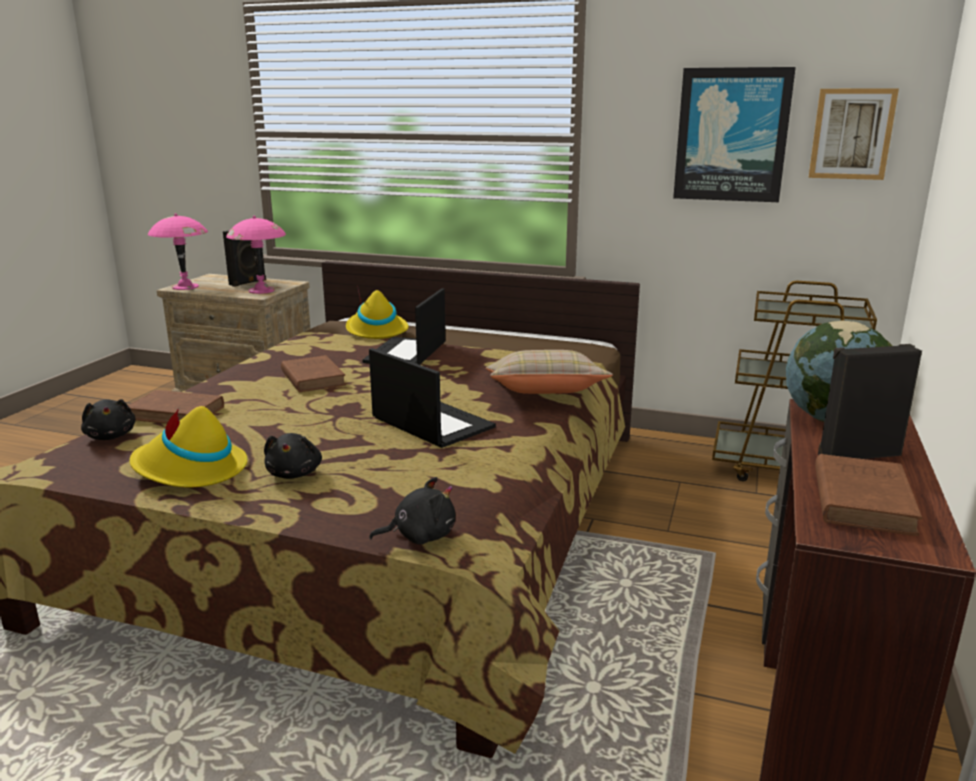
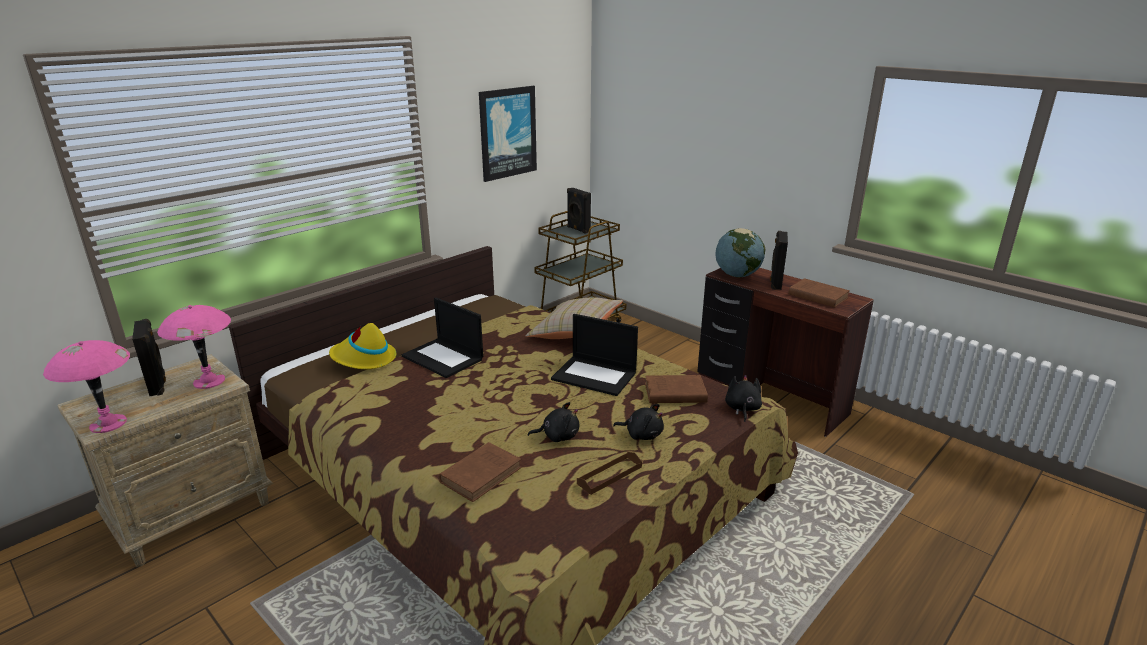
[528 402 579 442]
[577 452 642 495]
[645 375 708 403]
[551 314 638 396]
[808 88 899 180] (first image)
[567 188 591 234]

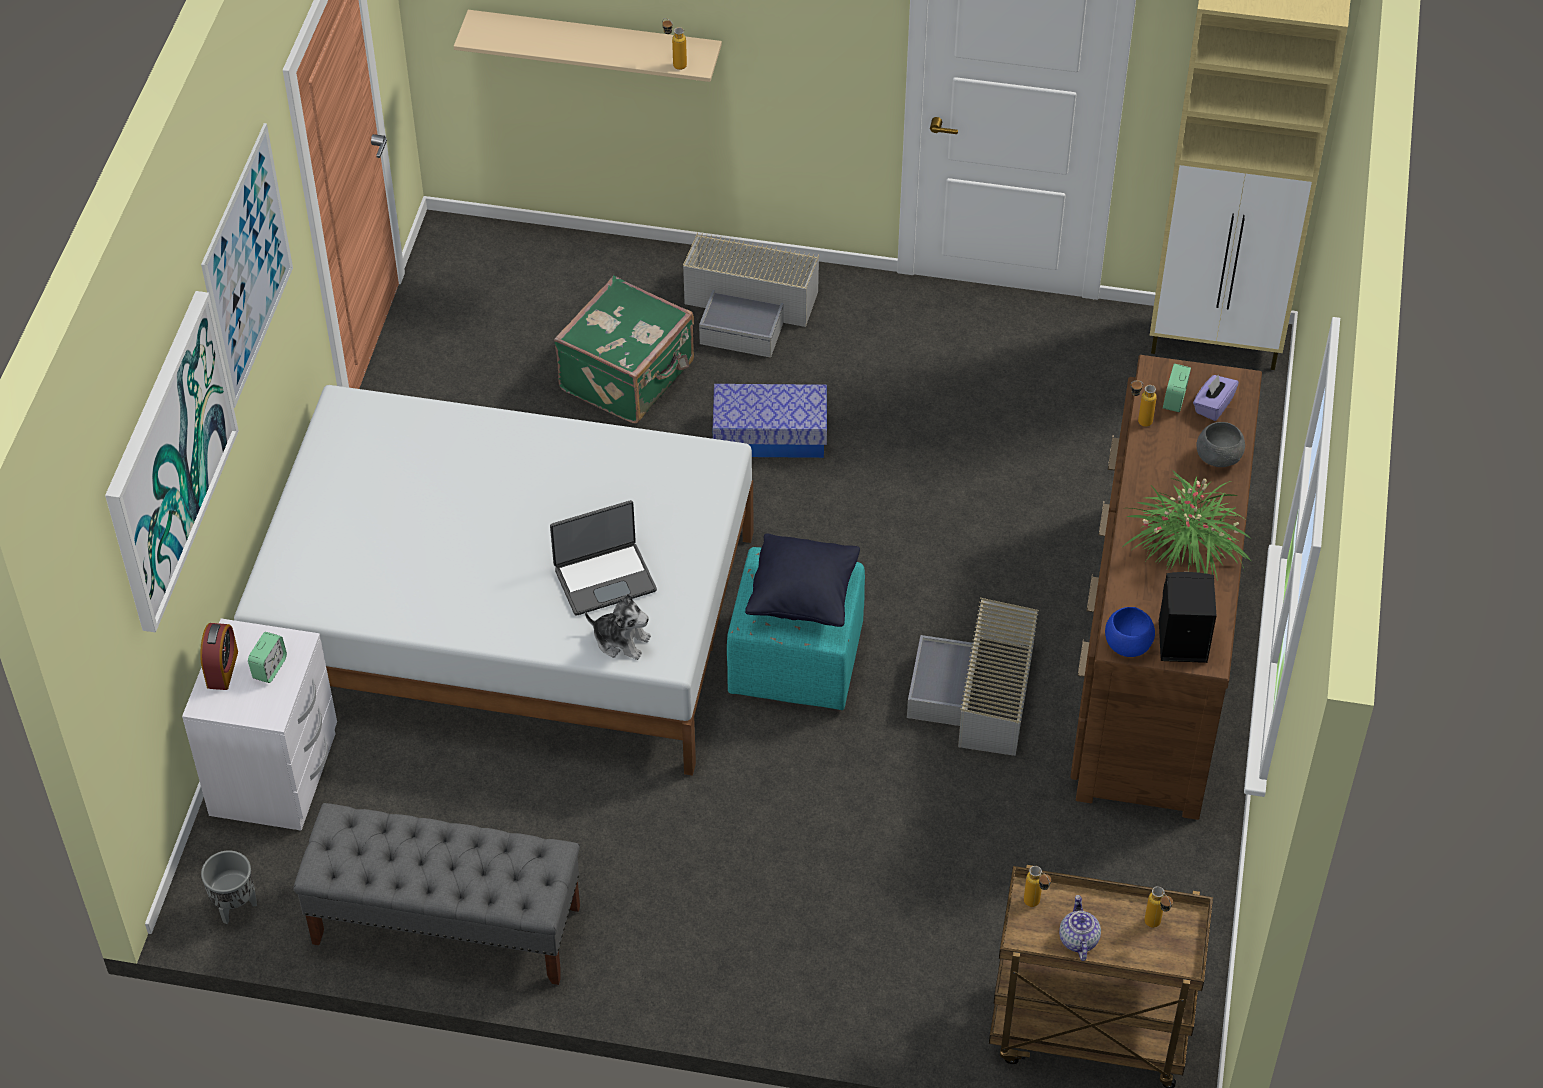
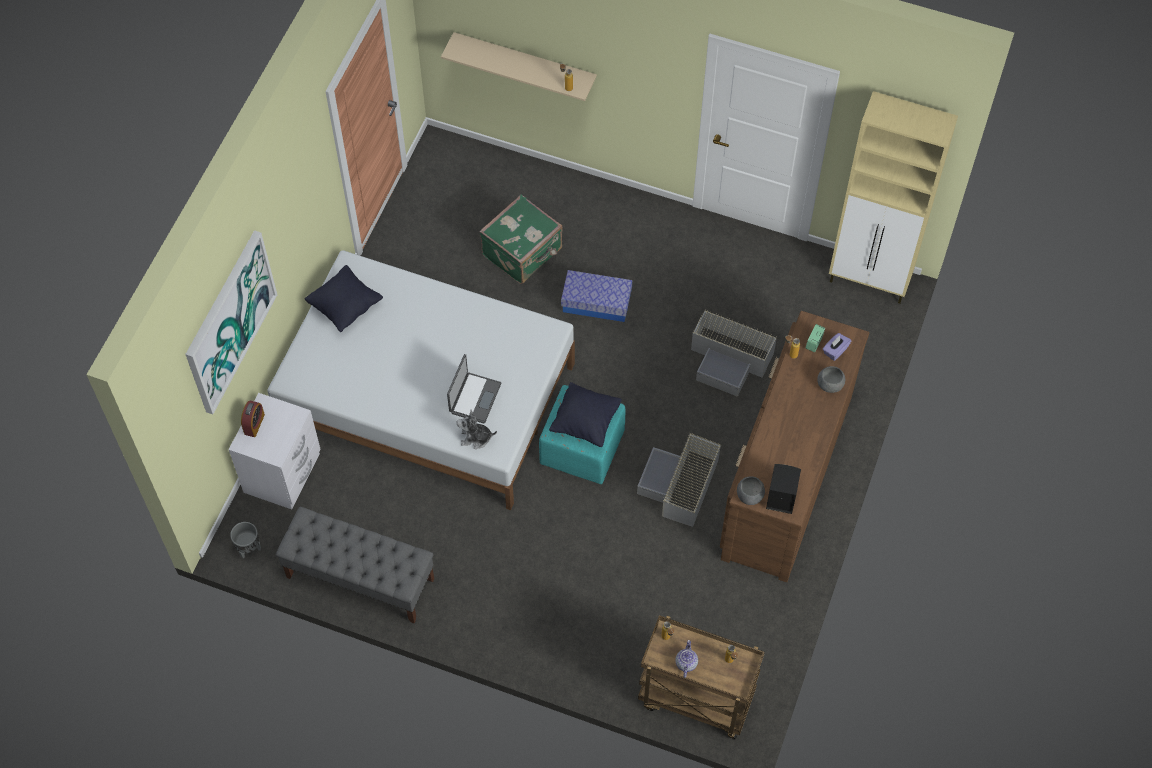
[201 123 293 408] (first image)
[248 632 287 683] (first image)
[447 354 501 423]
[457 410 497 449]
[691 310 777 397]
[737 476 765 505]
[1122 470 1252 581] (first image)
[304 265 383 332]

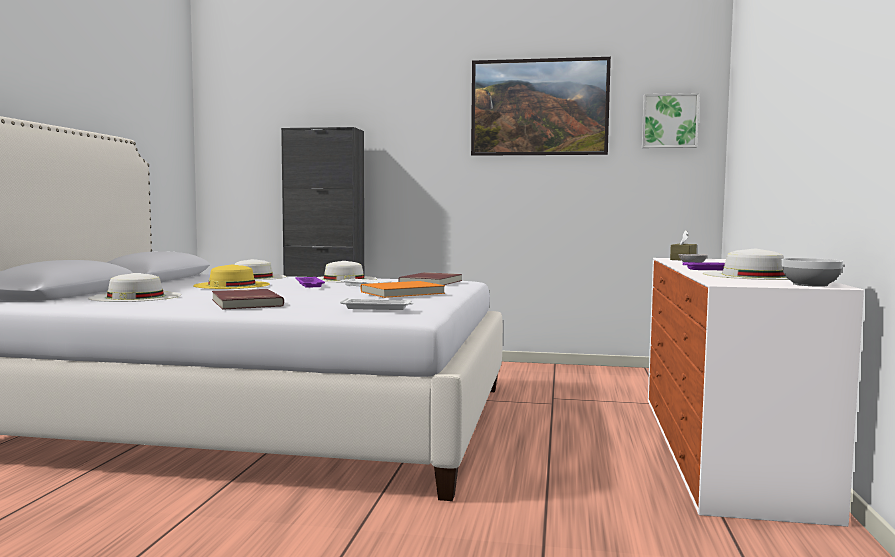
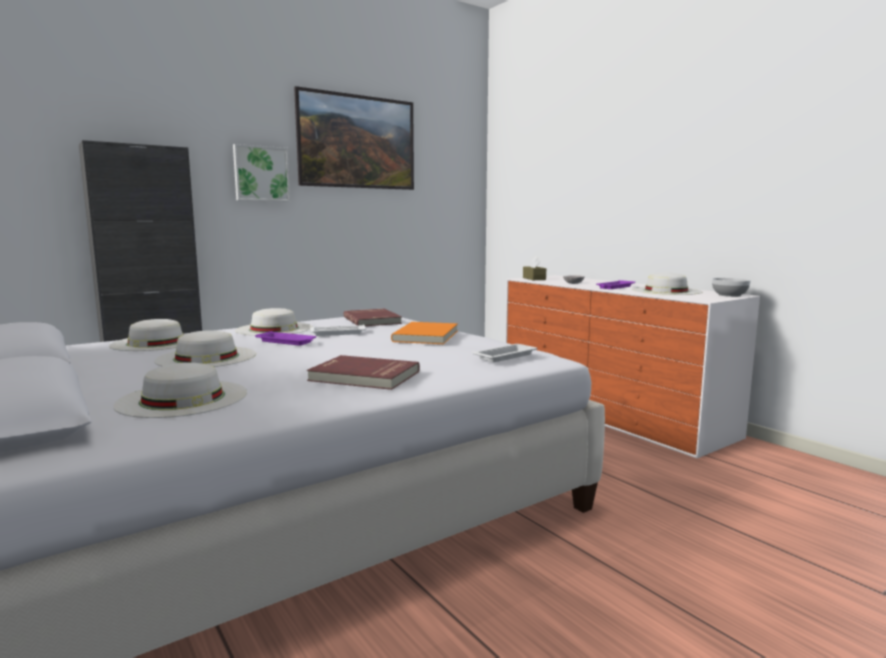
[154 330 256 367]
[233 144 290 201]

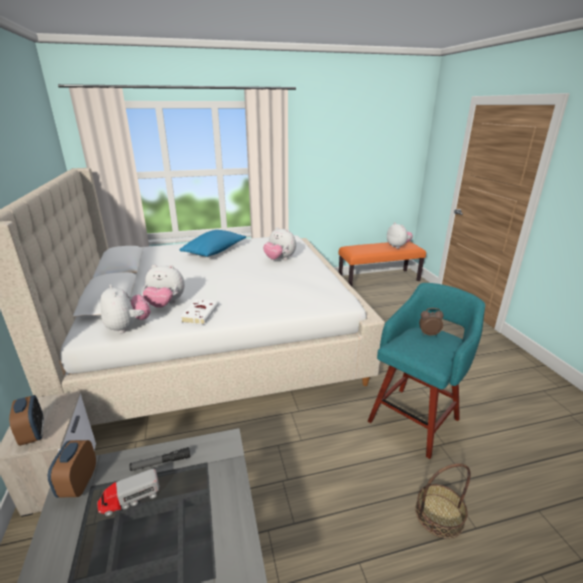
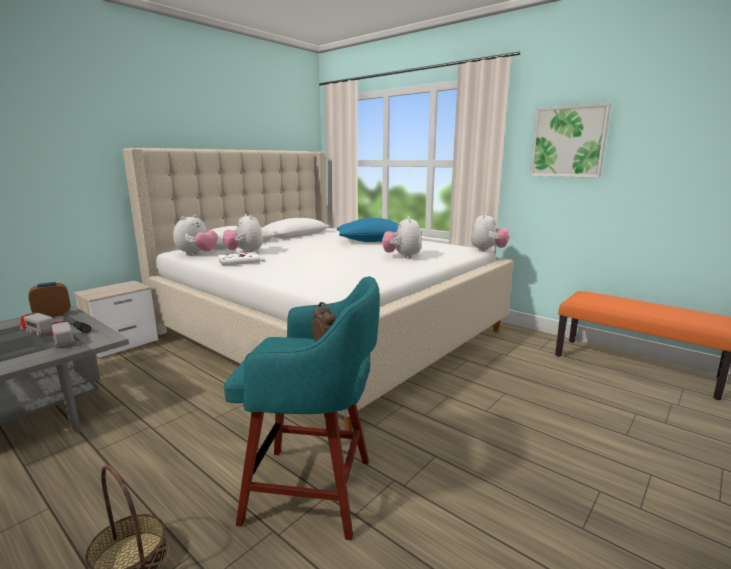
[9 395 44 446] (first image)
[471 213 509 252]
[52 321 75 348]
[530 103 611 178]

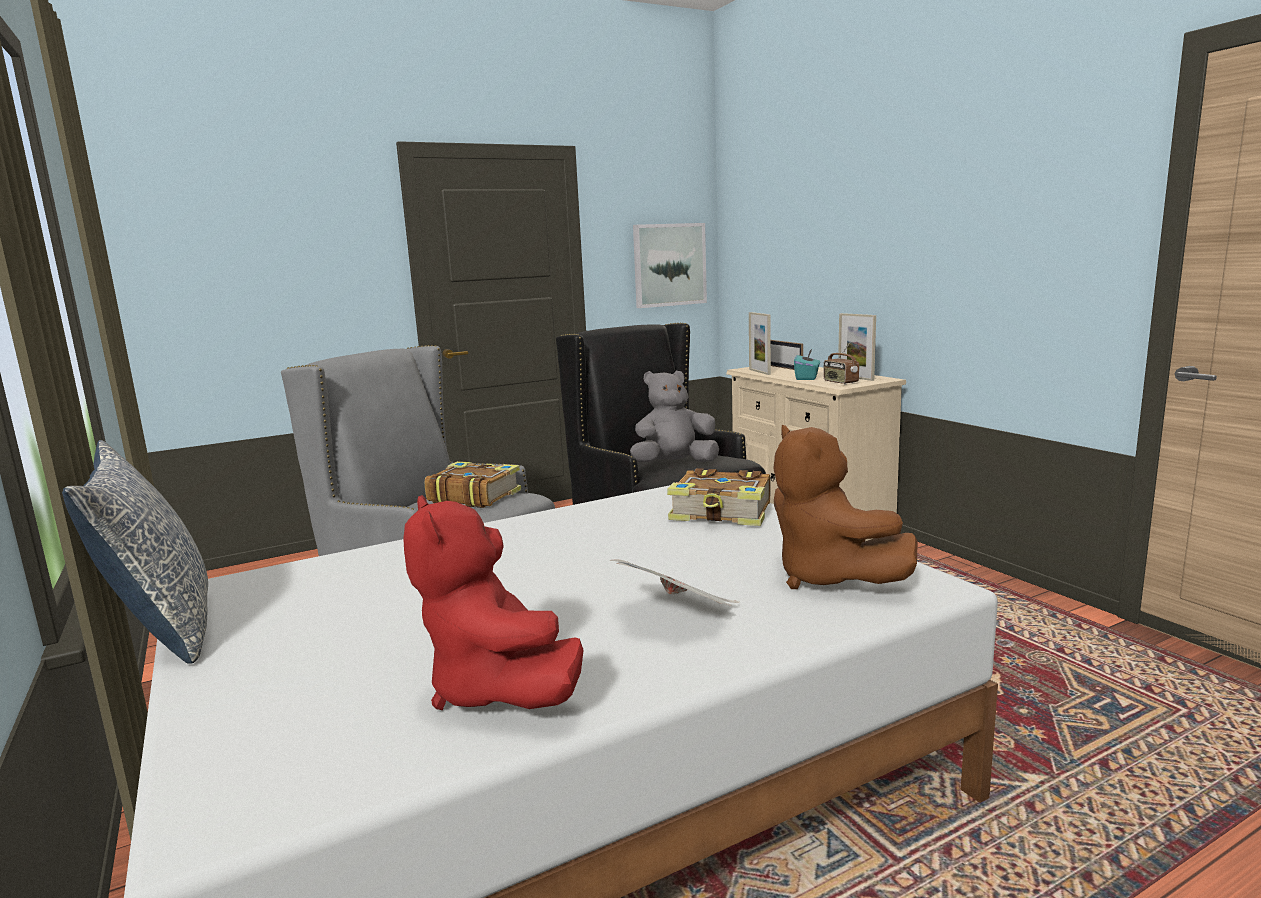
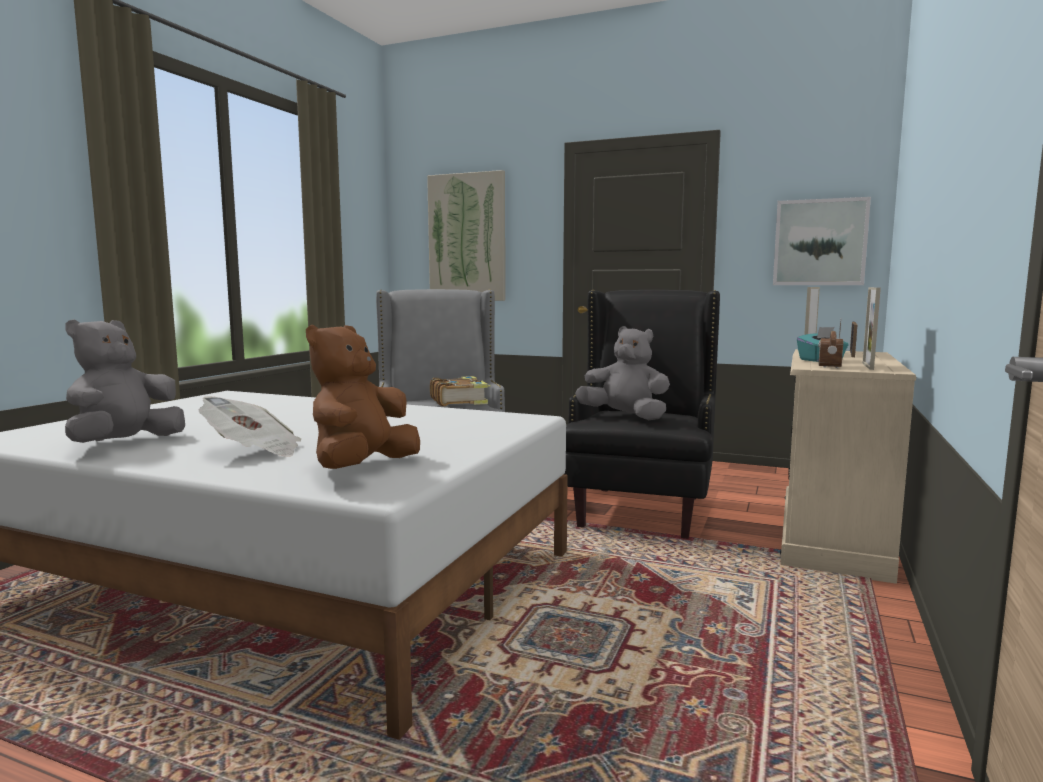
[62 440 208 664] (first image)
[65 319 185 443]
[667 468 770 526] (first image)
[427 170 505 301]

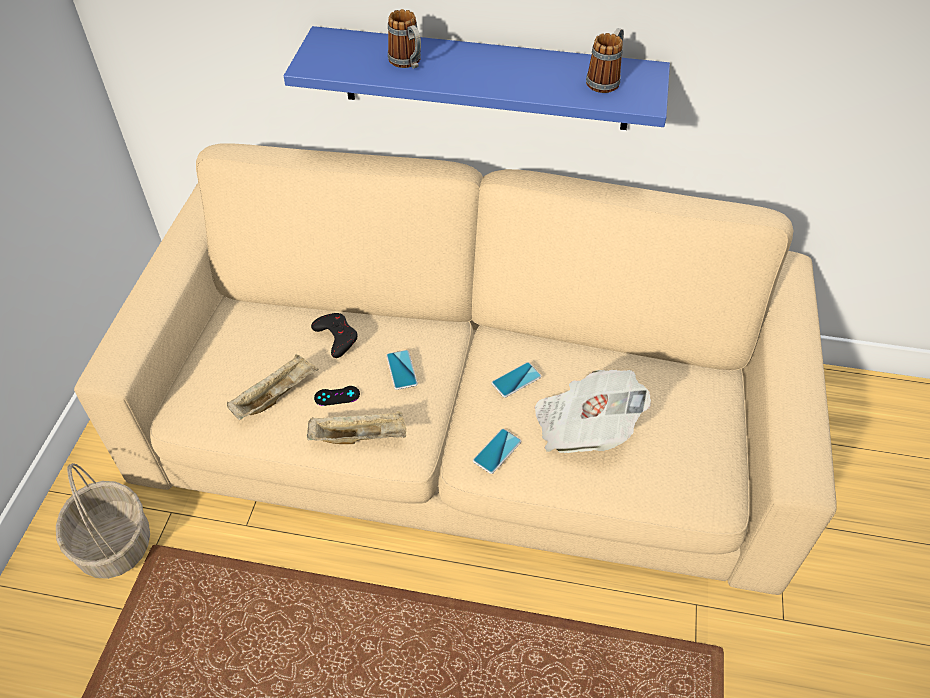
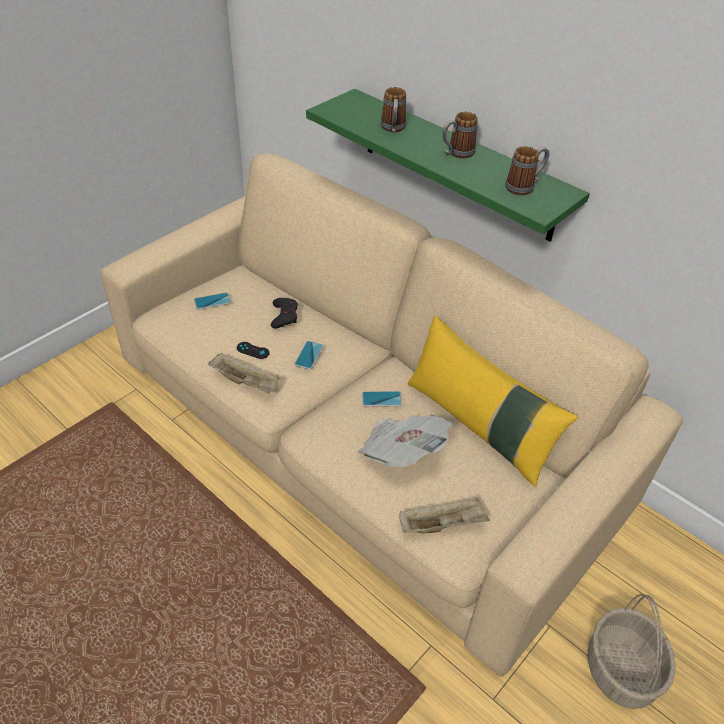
[588 594 676 709]
[399 497 490 533]
[306 89 590 242]
[194 292 231 310]
[408 316 578 487]
[442 112 478 158]

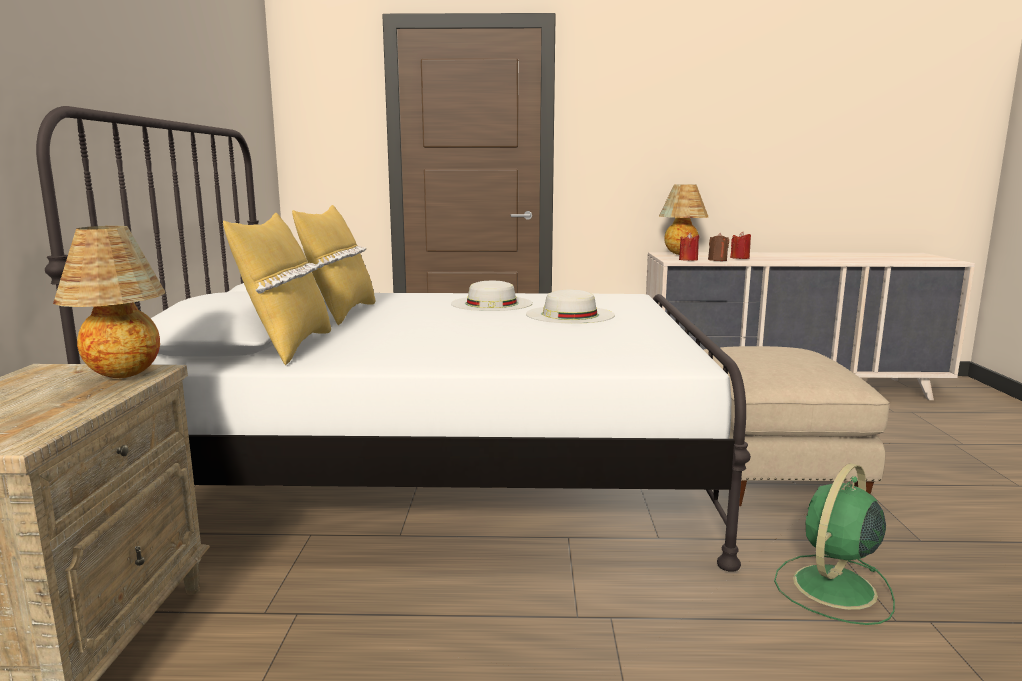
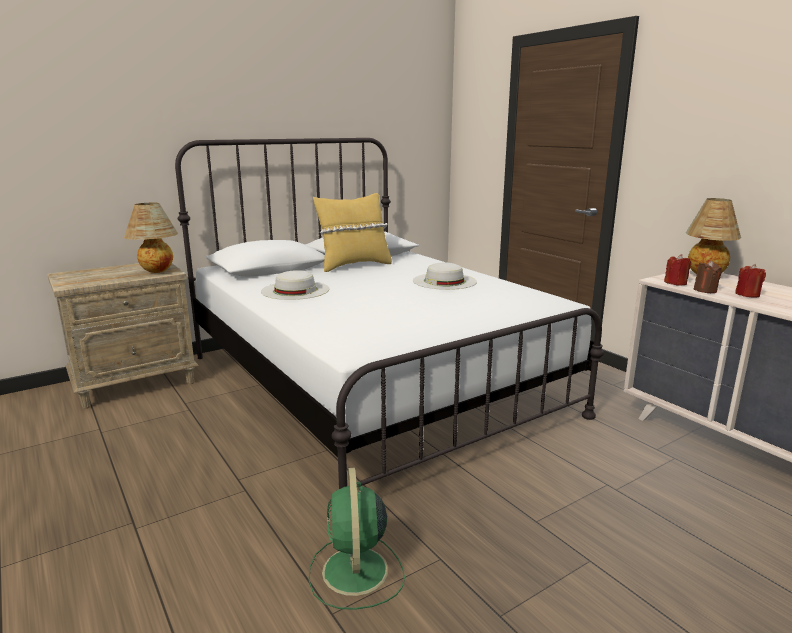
[223 213 331 365] (first image)
[261 270 329 300]
[704 346 890 506] (first image)
[309 467 405 610]

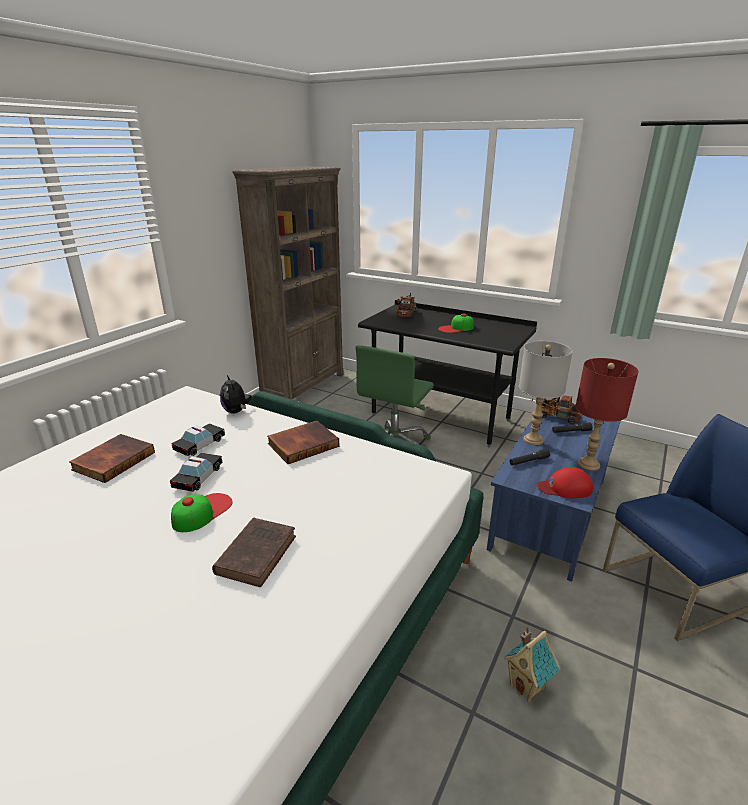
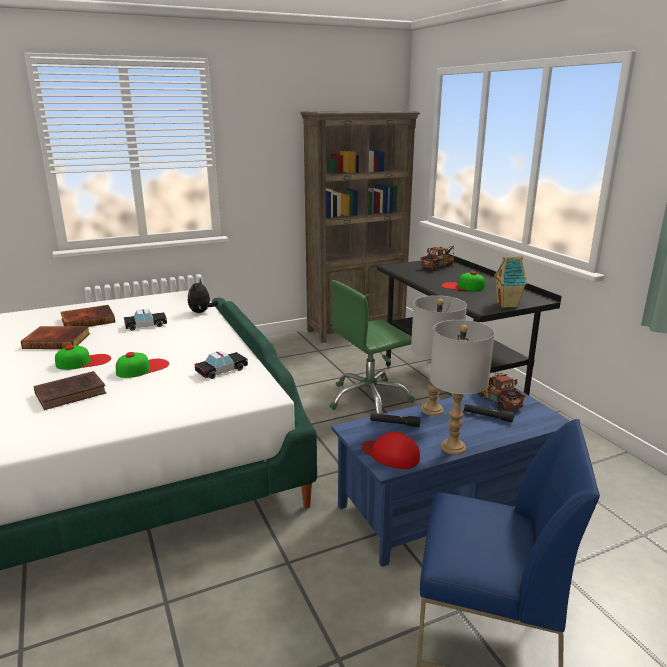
[194 351 248 379]
[21 326 90 349]
[494 256 528 308]
[430 320 494 455]
[116 352 169 378]

